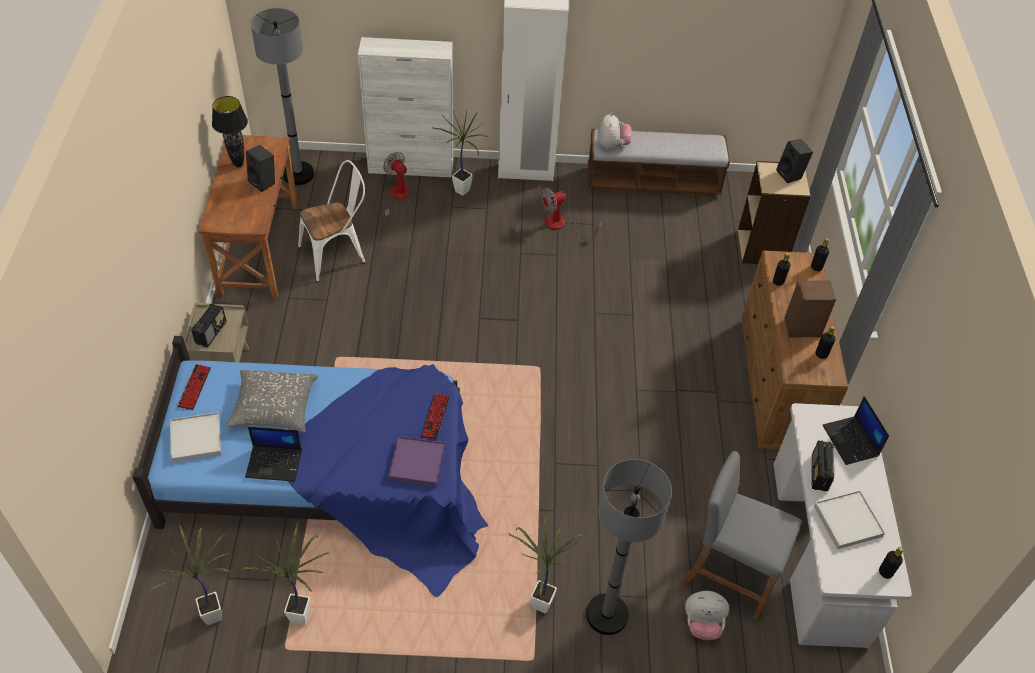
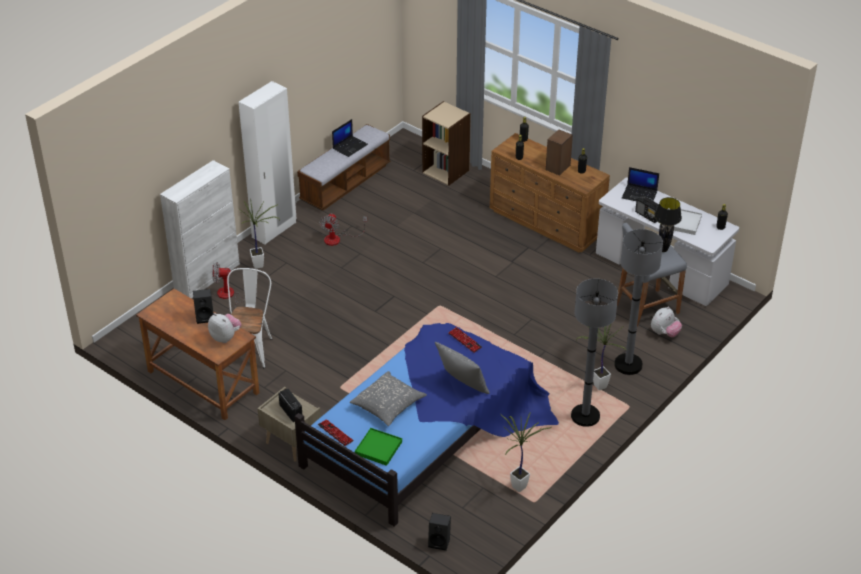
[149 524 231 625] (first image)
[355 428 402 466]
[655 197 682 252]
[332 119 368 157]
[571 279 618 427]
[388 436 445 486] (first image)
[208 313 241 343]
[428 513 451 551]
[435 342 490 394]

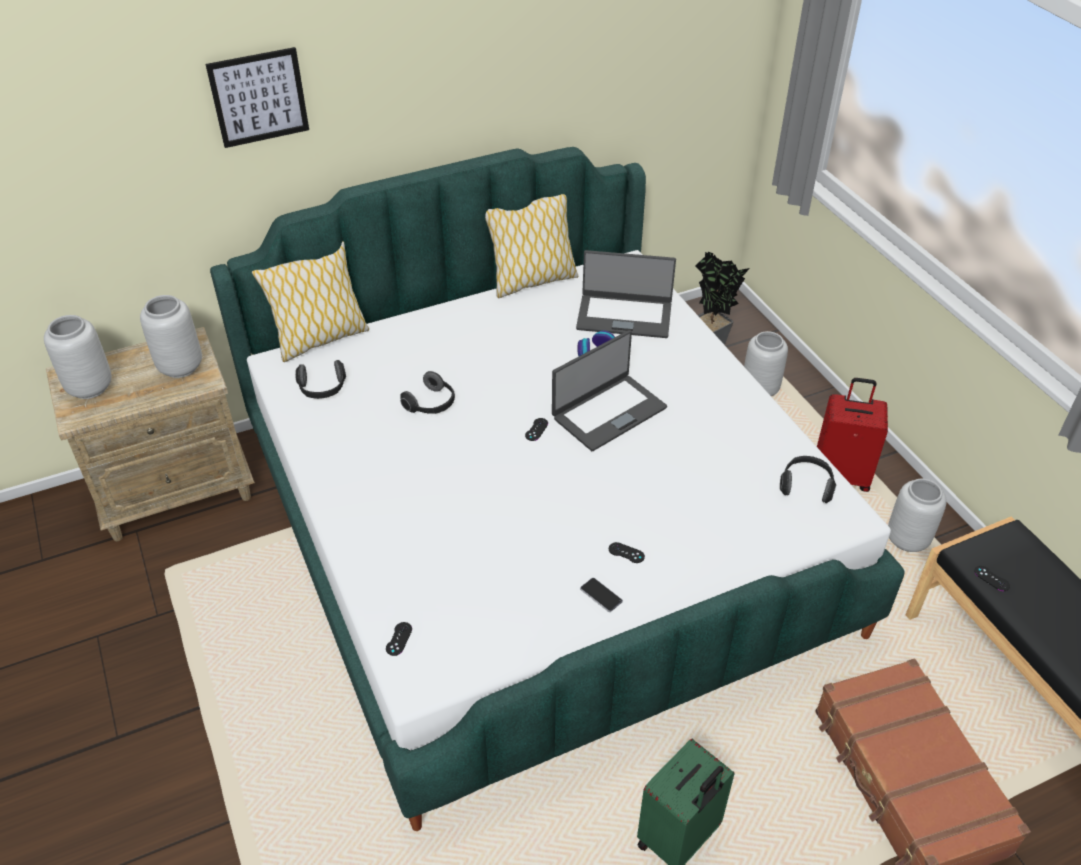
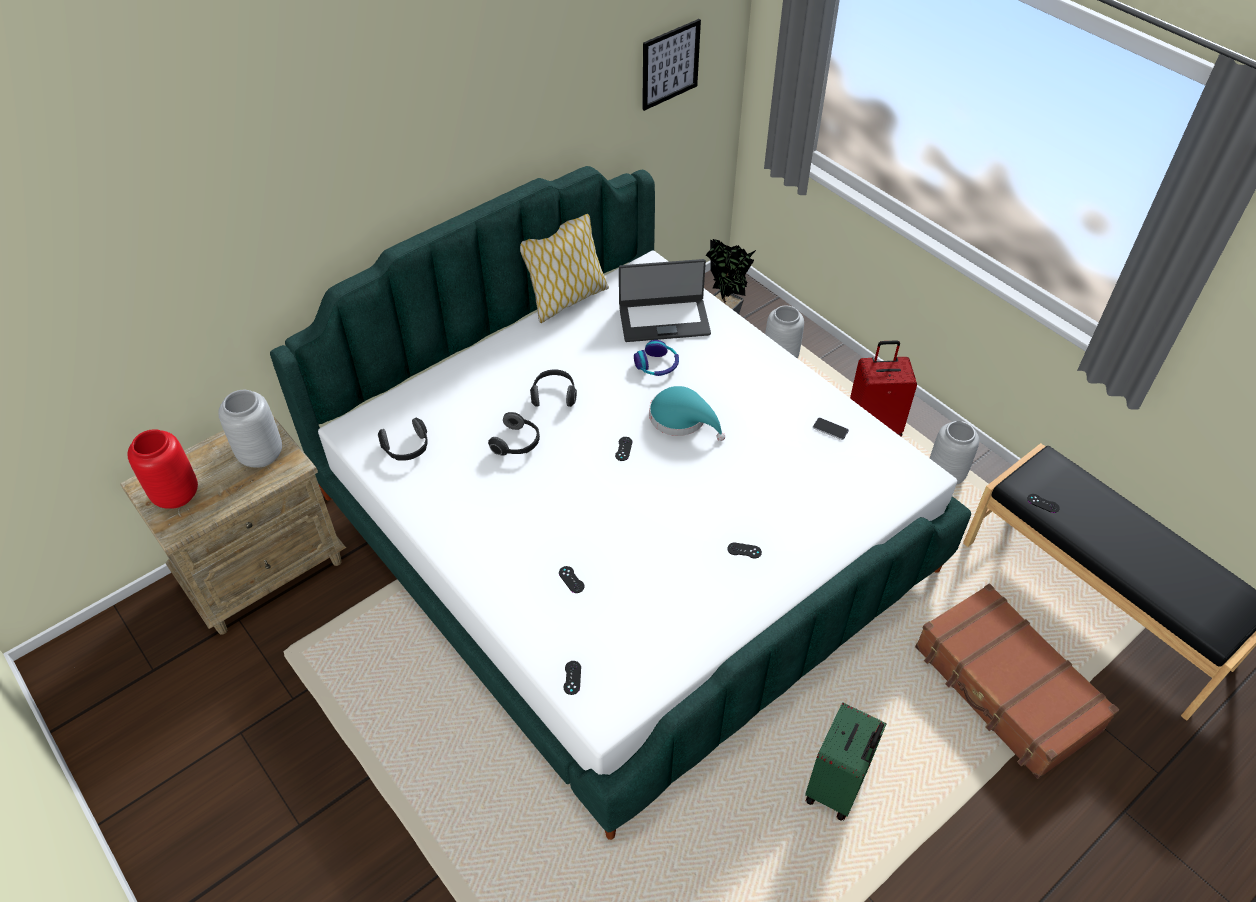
[127 429 198 509]
[642 19 701 111]
[252 242 369 362] (first image)
[649 386 725 441]
[813 418 849 440]
[530 369 577 407]
[559 566 585 593]

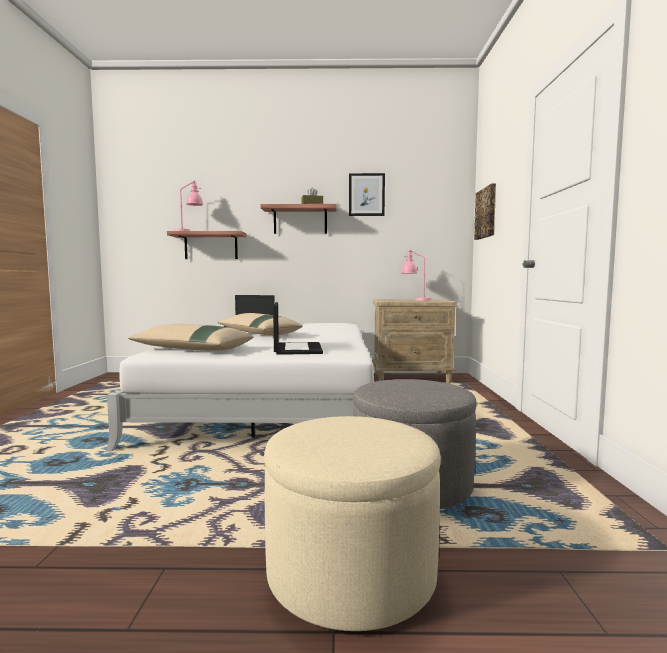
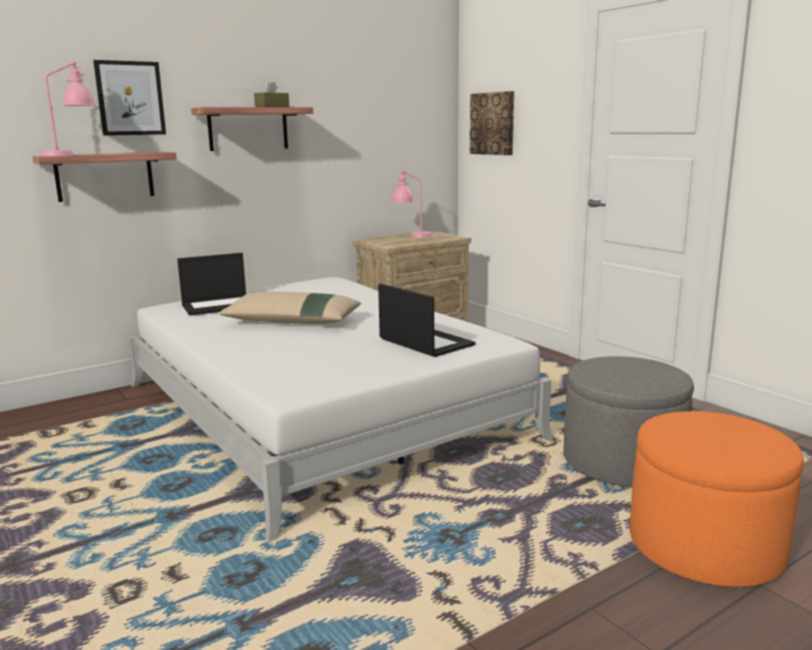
[128 324 253 351] (first image)
[630 411 804 587]
[93 60 166 136]

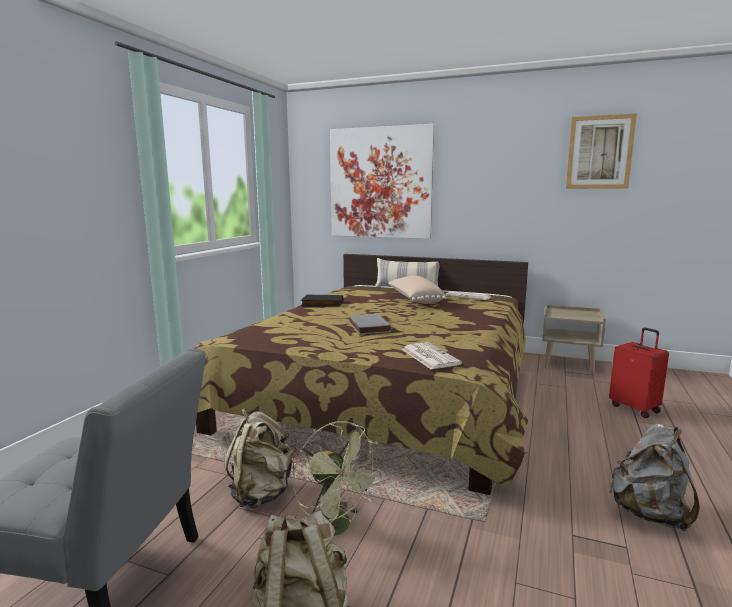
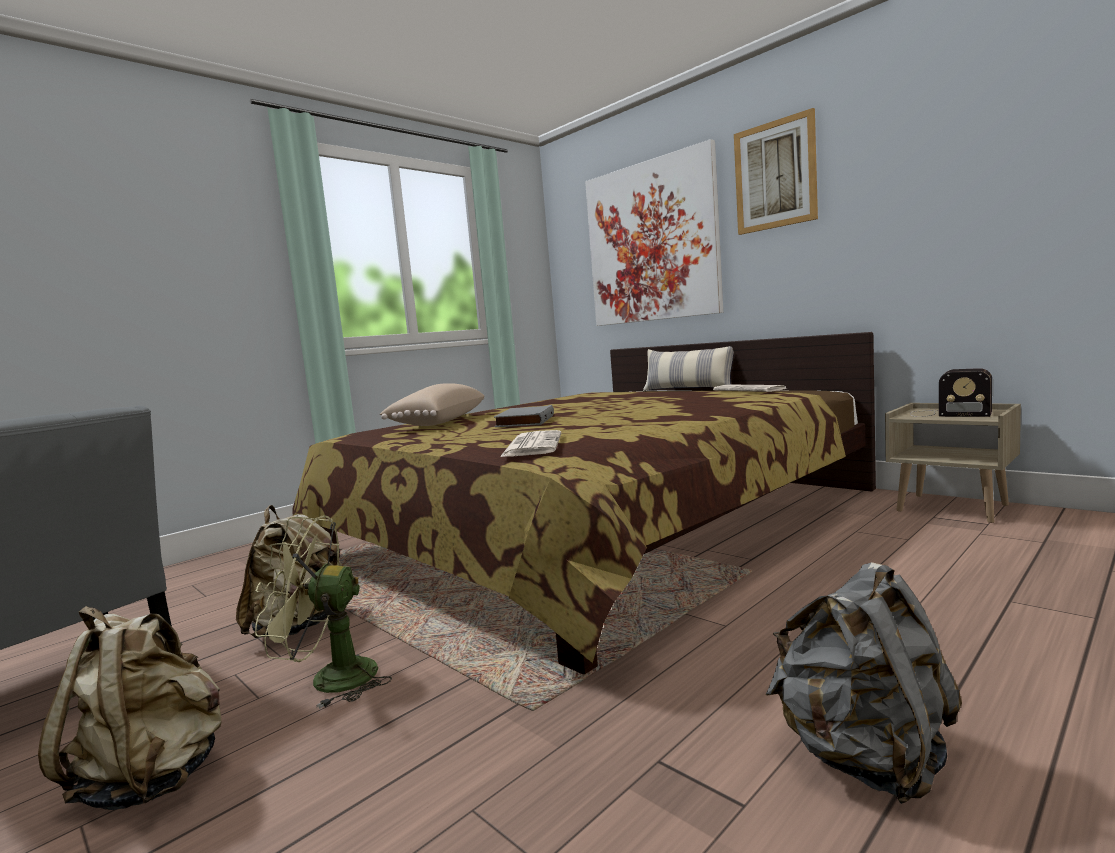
[255 515 392 709]
[301 295 343 307] (first image)
[380 383 484 426]
[734 108 818 235]
[609 328 669 418] (first image)
[910 368 992 417]

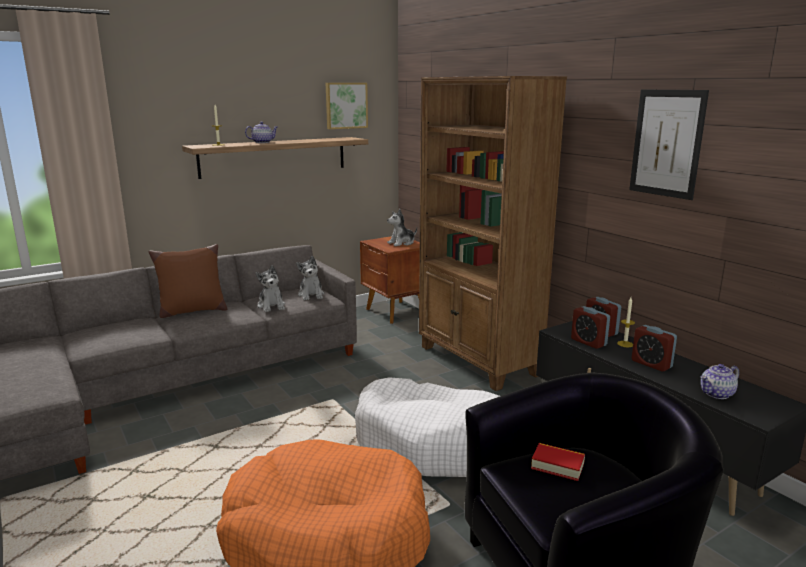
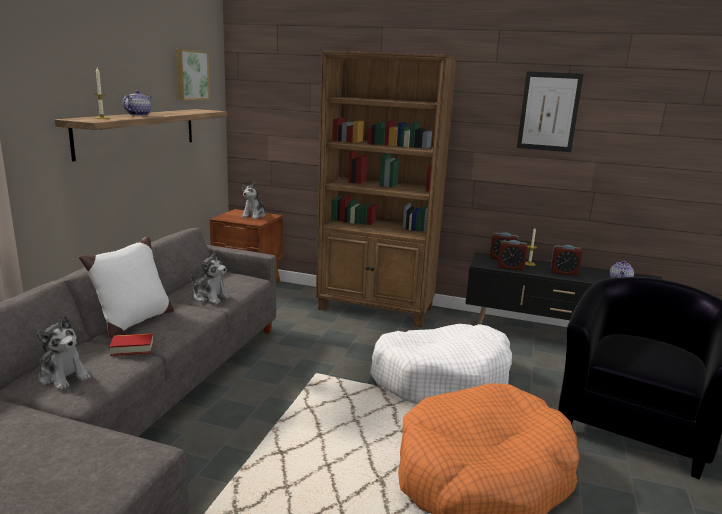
[79 236 174 338]
[37 315 91 390]
[109 333 153 356]

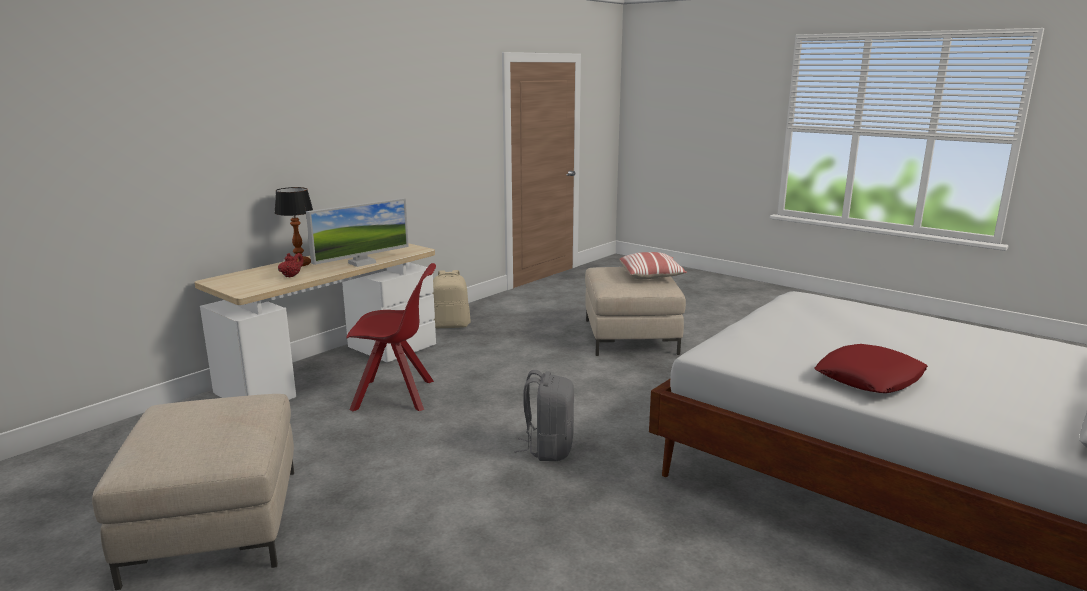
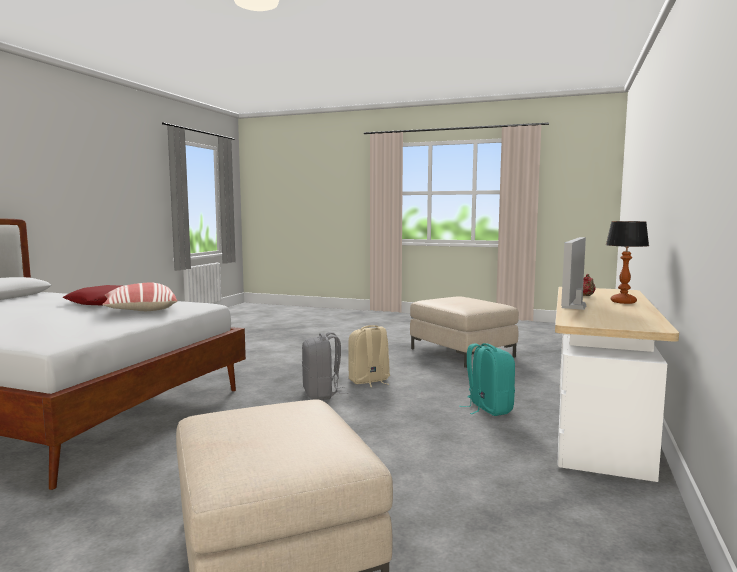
[459 343 515 416]
[348 325 390 387]
[102 283 177 311]

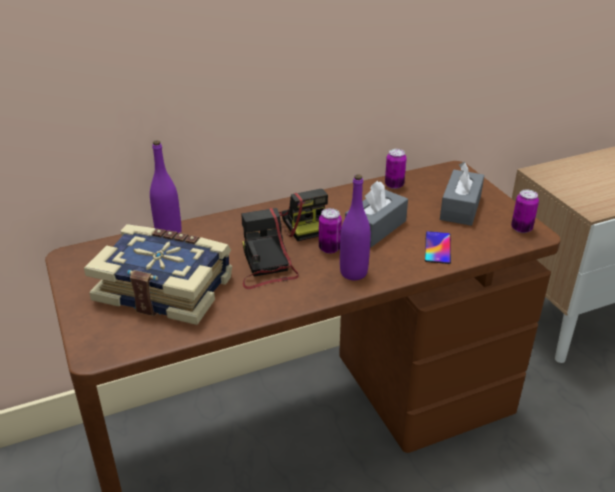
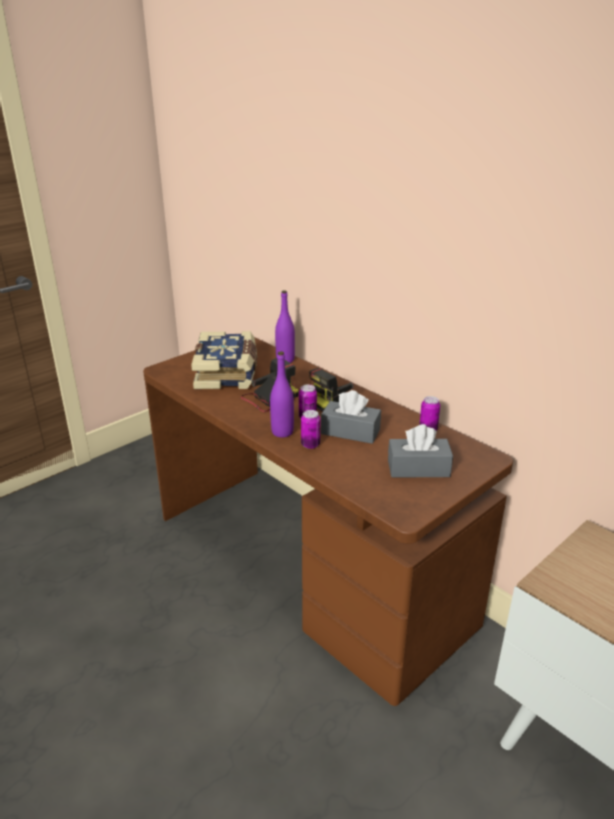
[425 231 451 264] (first image)
[301 410 320 449]

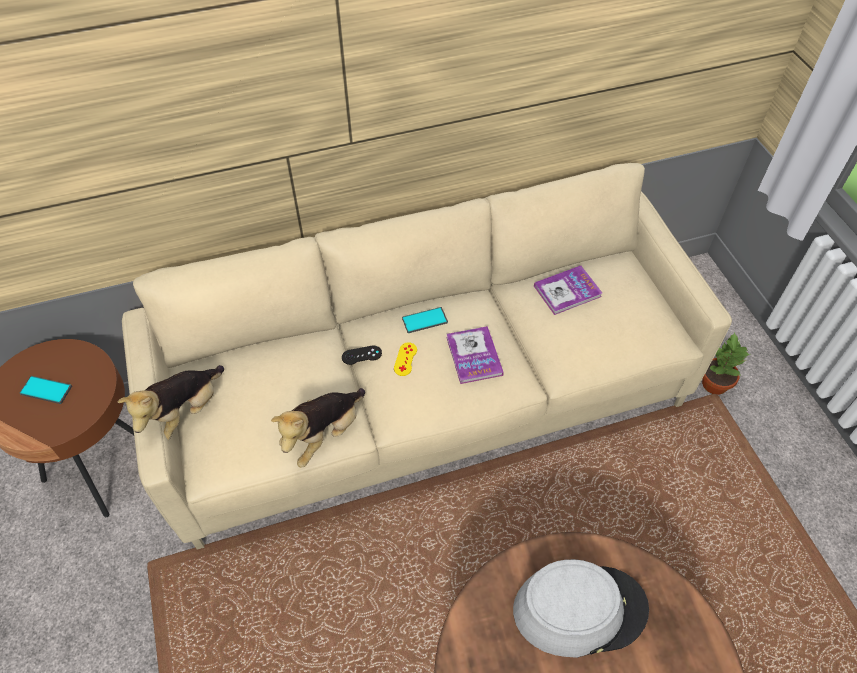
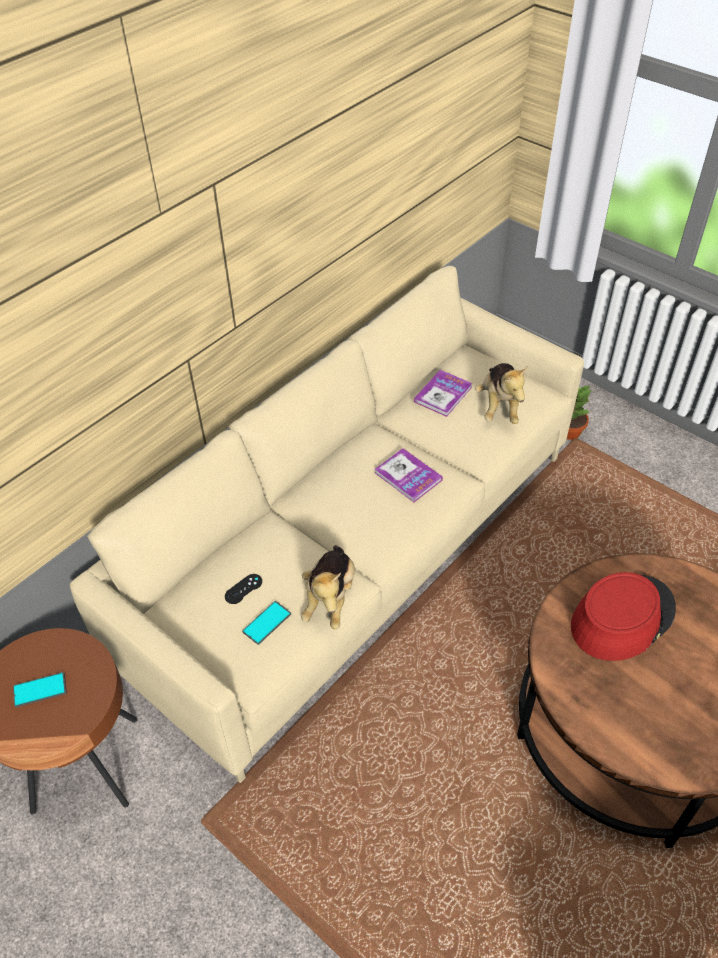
[475 363 528 424]
[225 574 262 604]
[394 342 417 376] (first image)
[242 601 291 645]
[571 572 676 661]

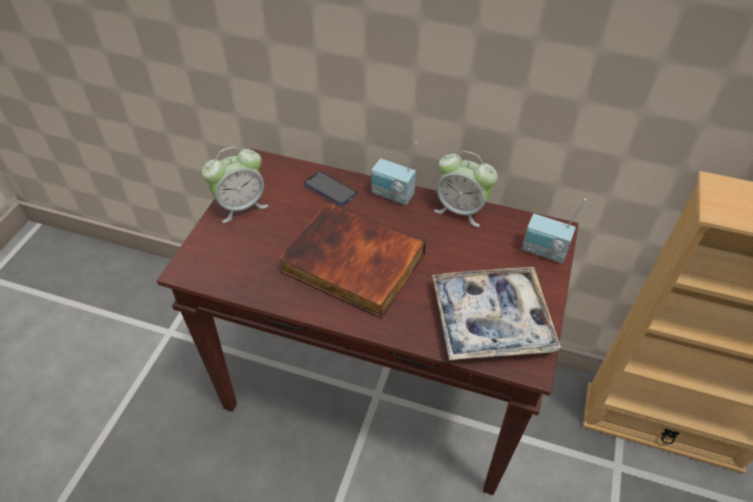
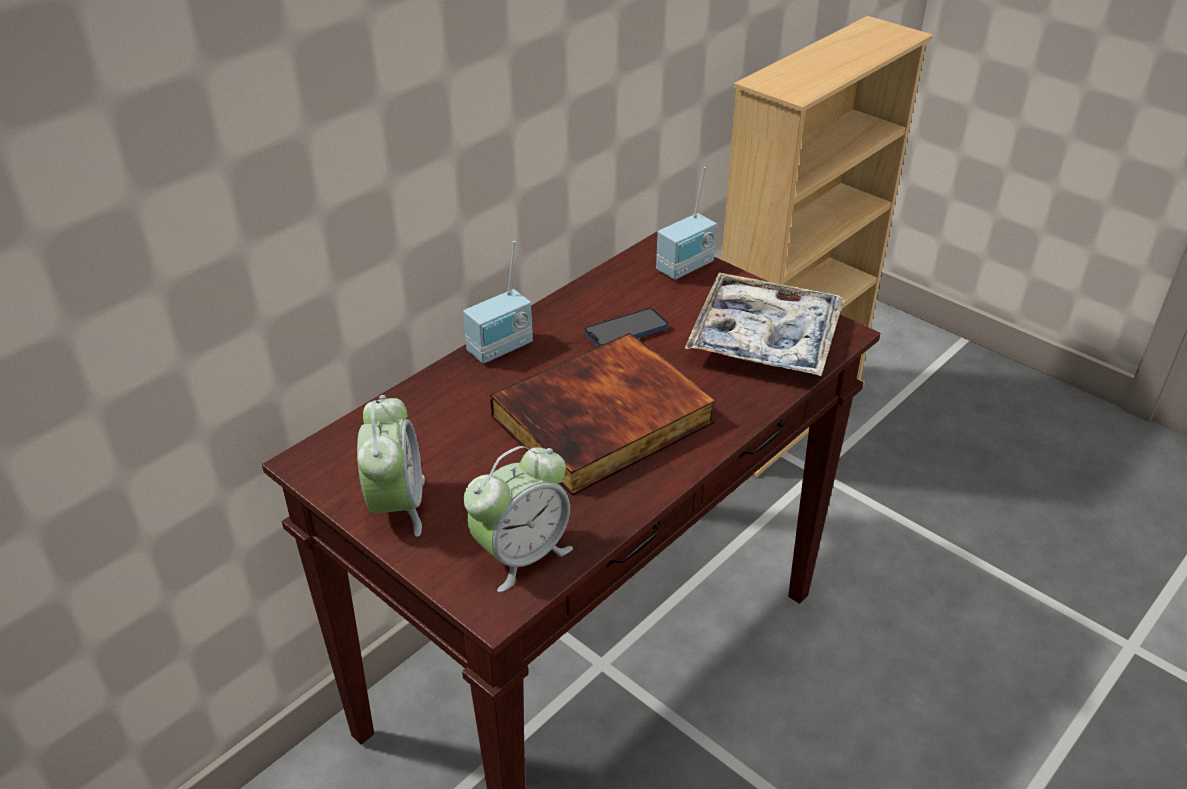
[584 308 669 347]
[464 446 573 592]

